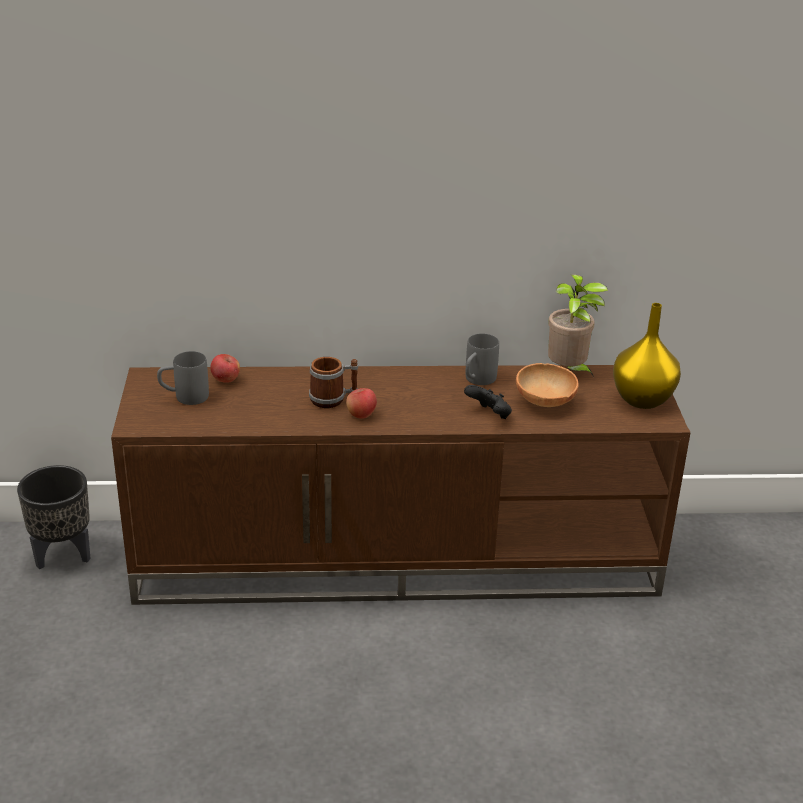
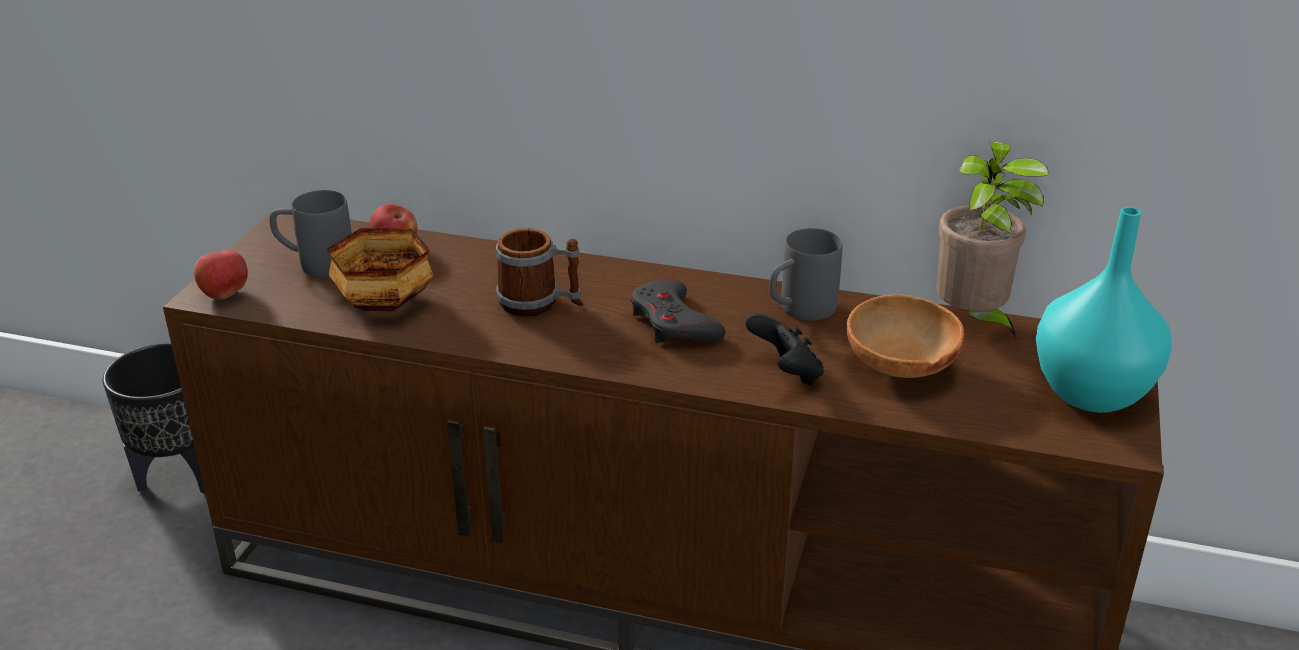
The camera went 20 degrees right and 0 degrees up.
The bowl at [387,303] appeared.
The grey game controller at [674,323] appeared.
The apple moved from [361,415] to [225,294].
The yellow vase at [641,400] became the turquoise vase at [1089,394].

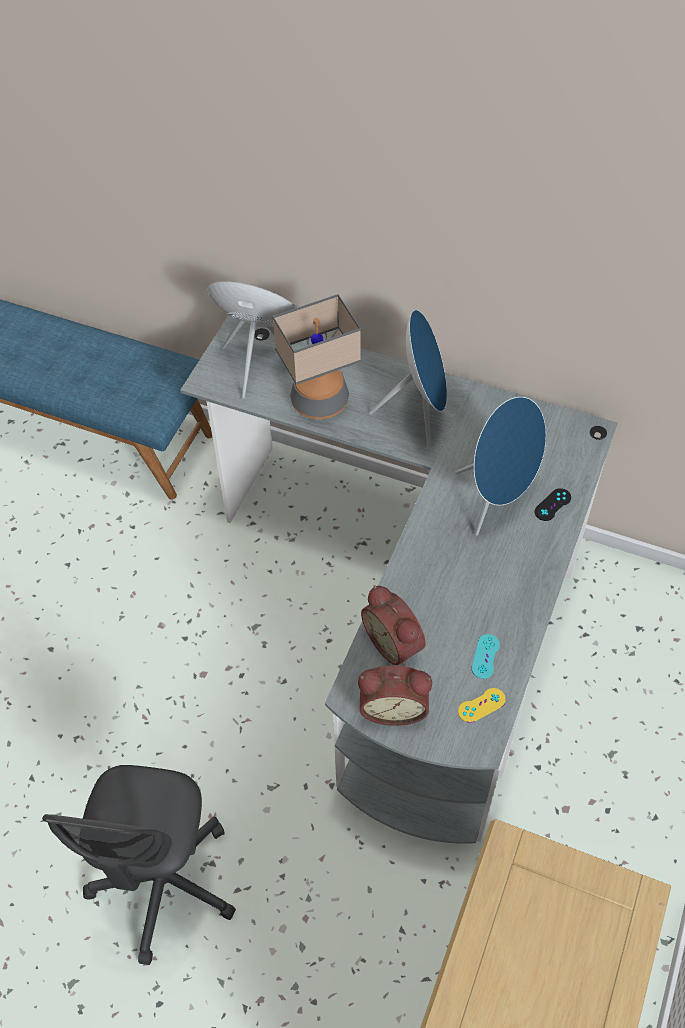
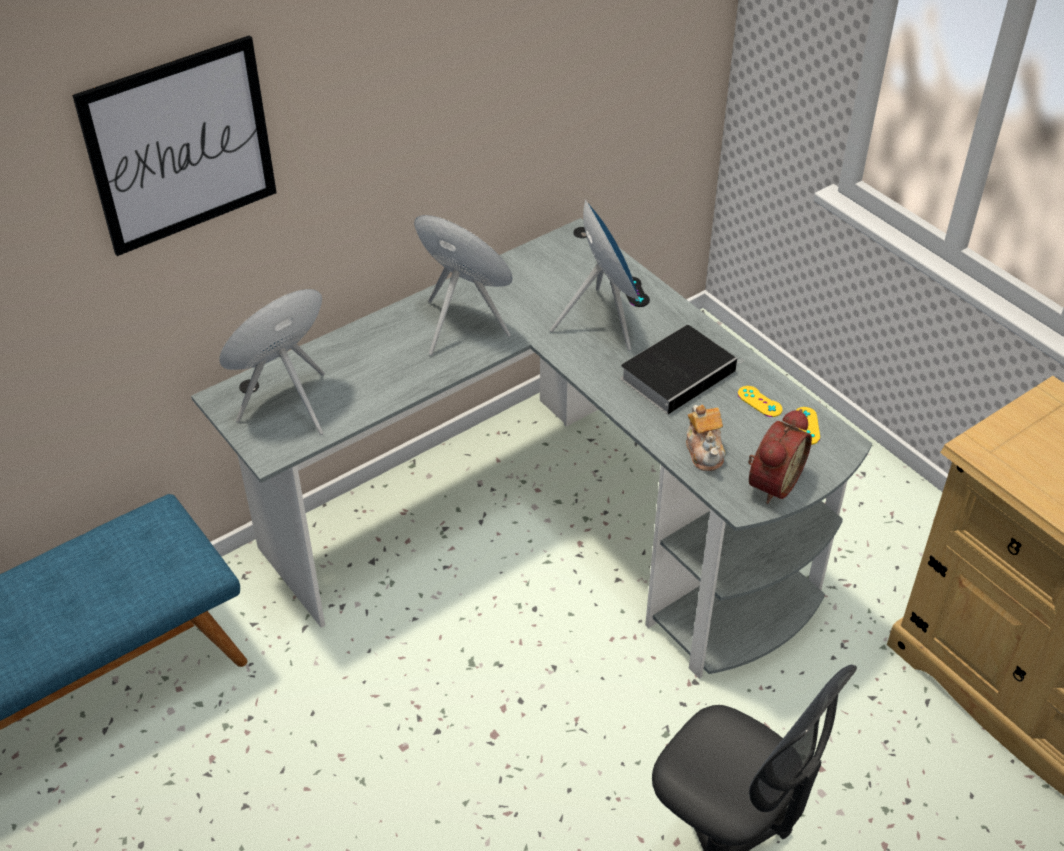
The camera went 60 degrees left and 10 degrees down.
The table lamp at [319,401] disappeared.
The picture at [180,146] appeared.
The book at [679,373] appeared.
The alarm clock at [395,642] was replaced by the teapot at [705,451].
The turquoise game controller at [485,656] became the yellow game controller at [759,401].

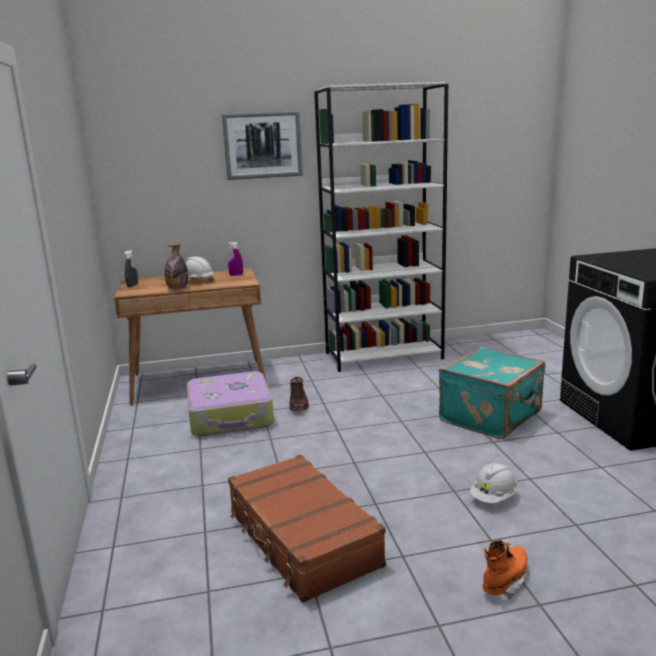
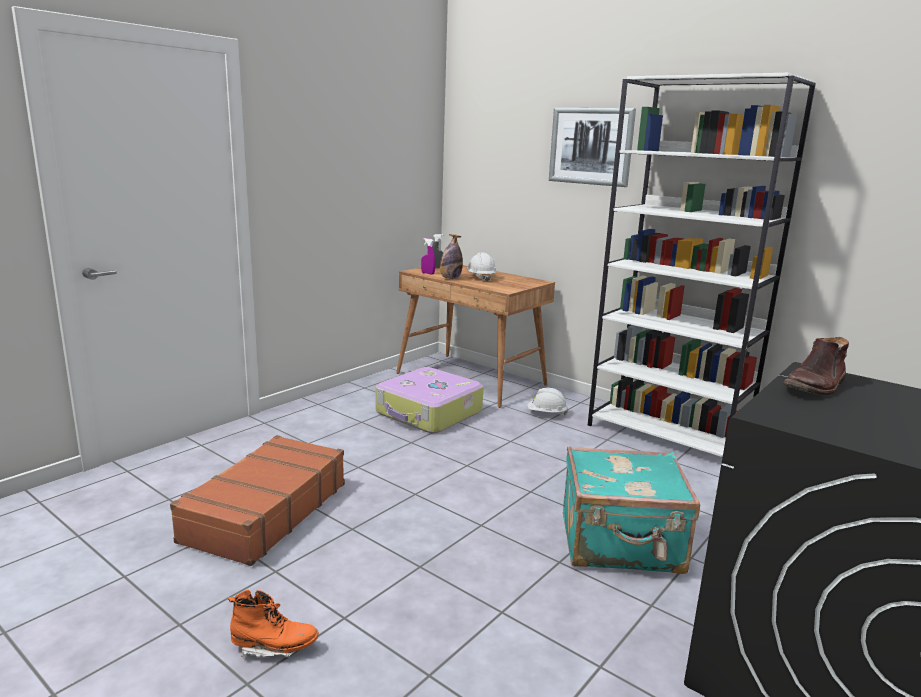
The camera went 50 degrees right and 0 degrees up.
The purple spray bottle moved from [236,275] to [428,273].
The brown boot moved from [298,404] to [815,386].
The white hard hat moved from [494,498] to [546,414].

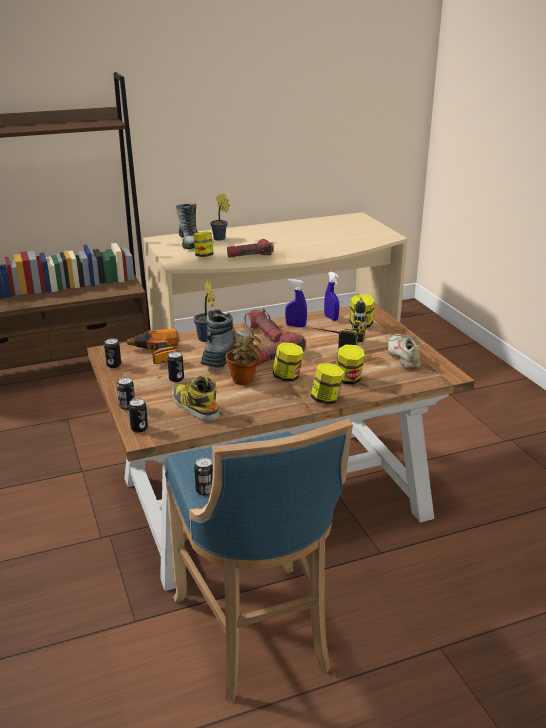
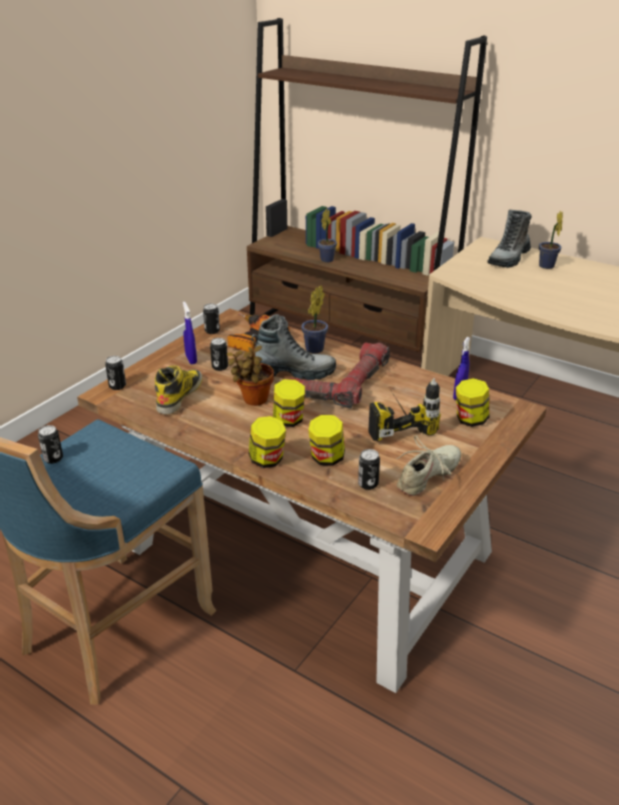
The camera went 55 degrees right and 5 degrees up.
The jar at [204,255] disappeared.
The flashlight at [250,256] disappeared.
The potted plant at [327,259] appeared.
The can moved from [127,406] to [368,484].
The blue spray bottle moved from [295,326] to [191,359].

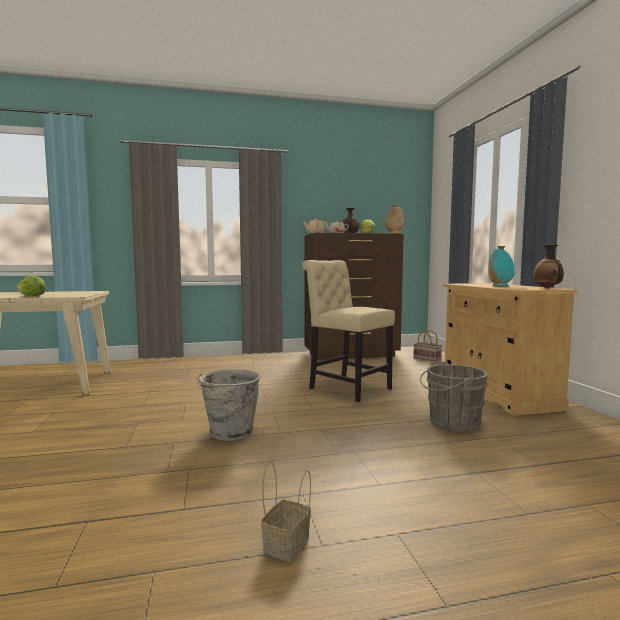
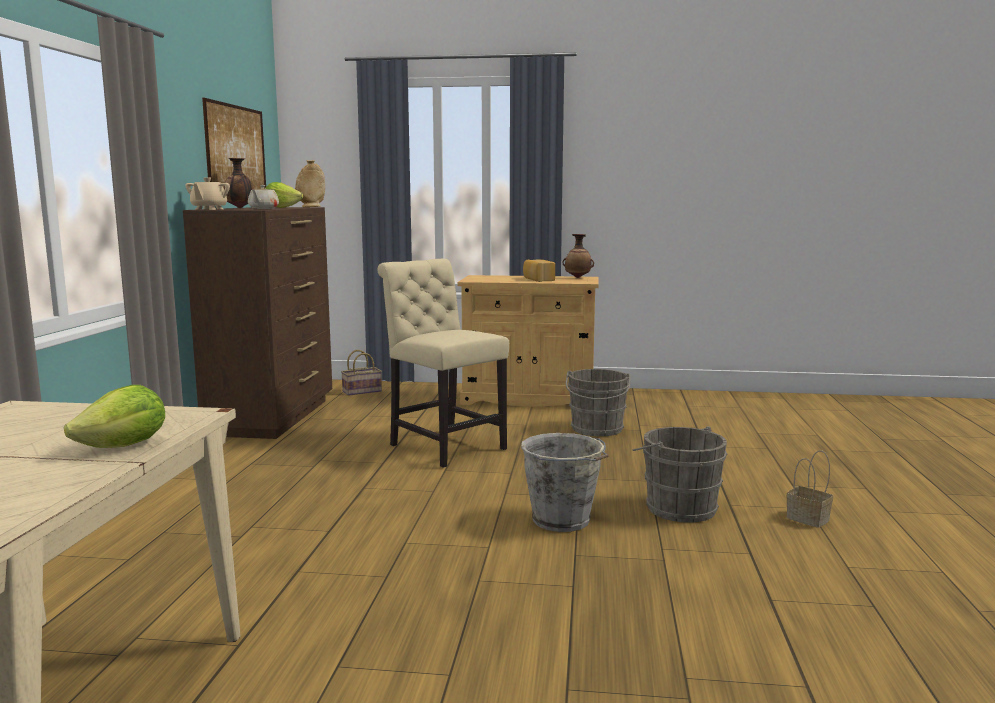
The camera went 70 degrees left and 5 degrees up.
The picture at [236,150] appeared.
The grey bucket at [677,507] appeared.
The turquoise vase at [500,286] was replaced by the bread at [538,280].
The beige chair at [346,388] turned 75 degrees clockwise.

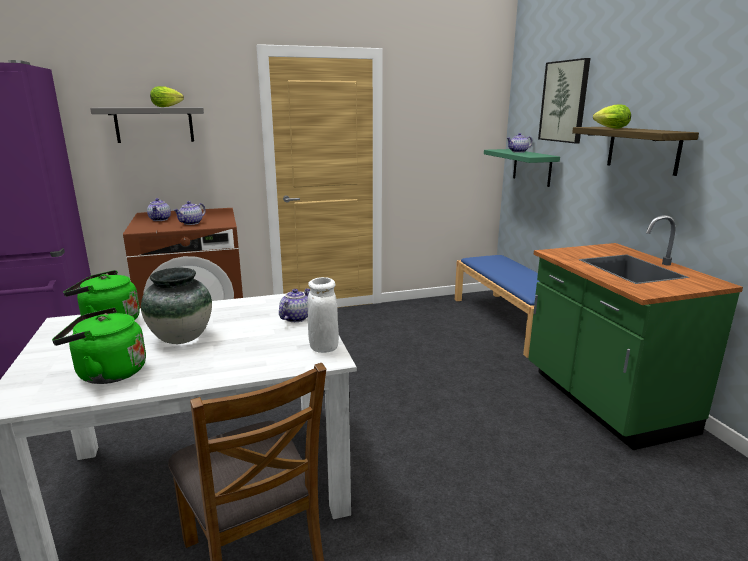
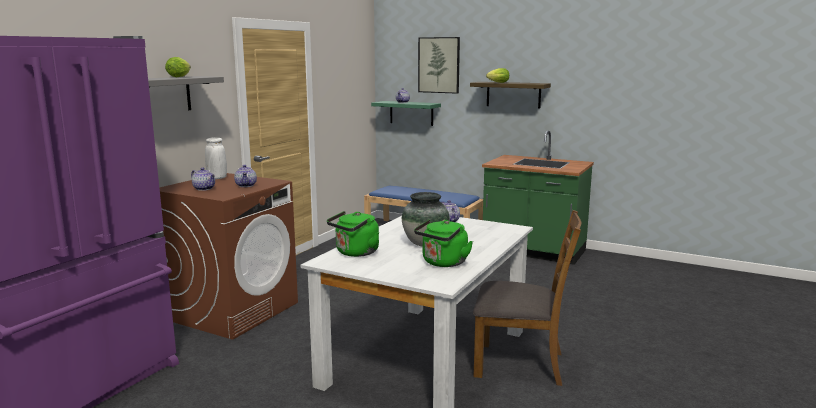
The camera went 45 degrees left and 5 degrees down.
The white vase moved from [324,348] to [217,178].

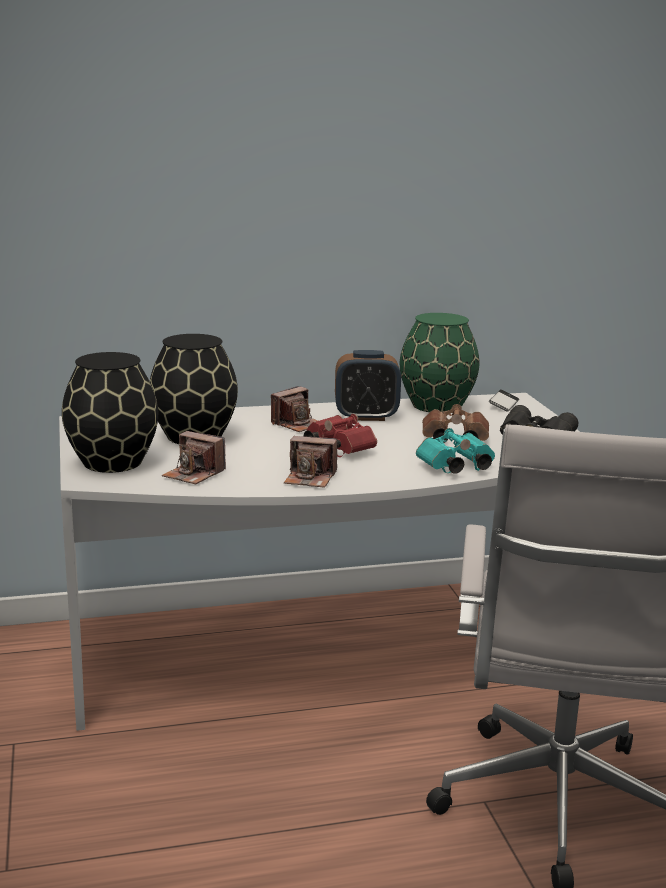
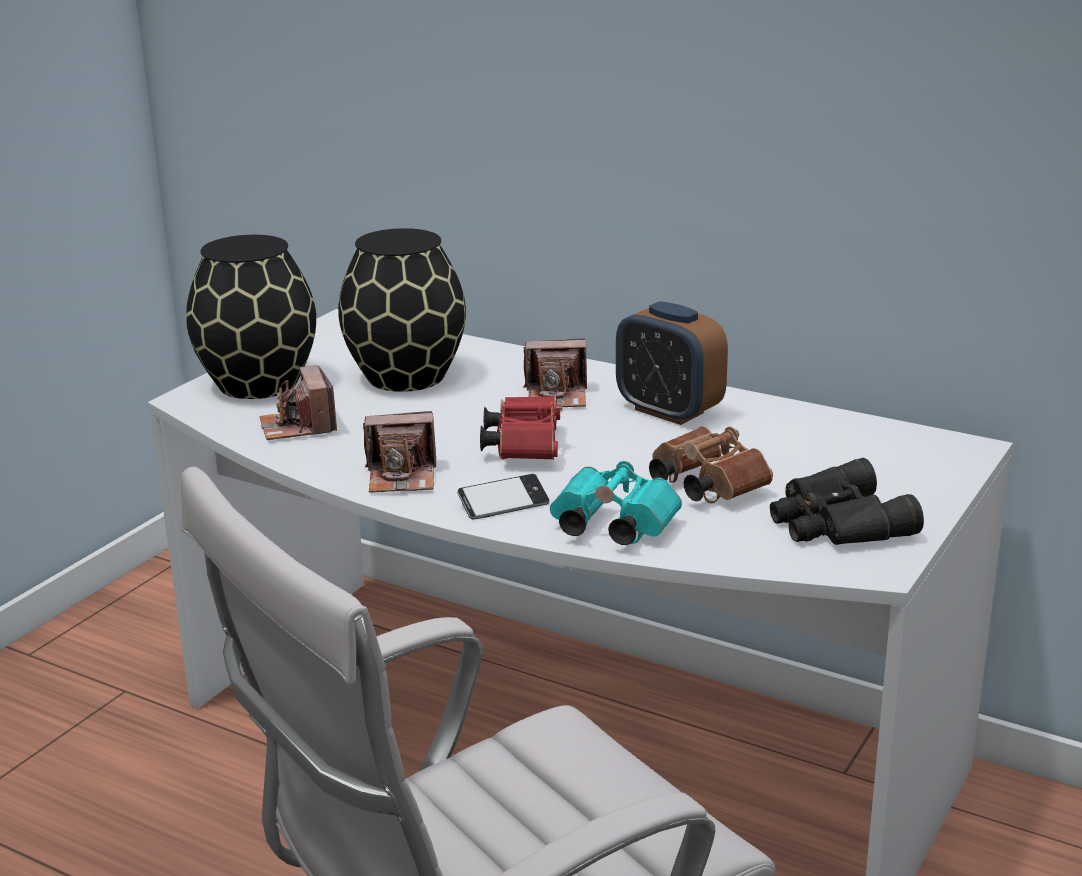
The camera went 45 degrees right and 5 degrees up.
The green vase at [436,405] disappeared.
The phone moved from [503,404] to [503,504].
The photo camera at [310,478] turned 60 degrees counterclockwise.

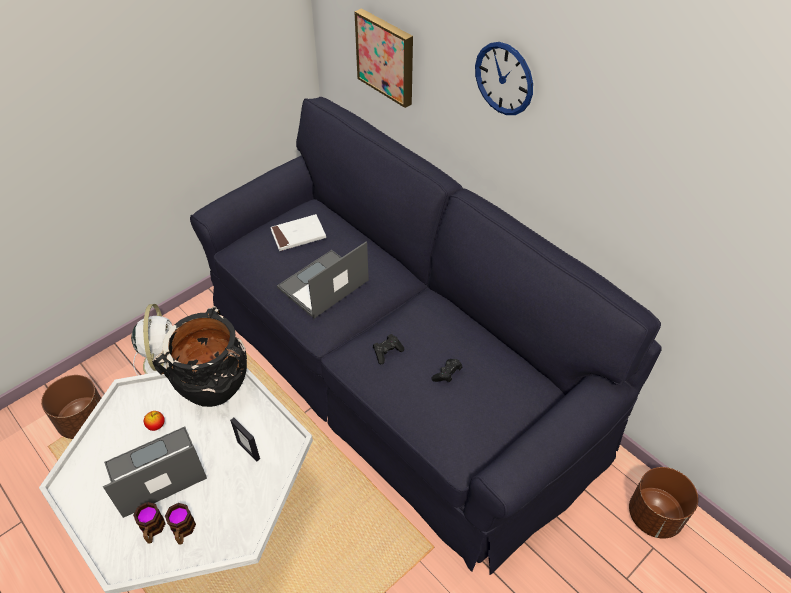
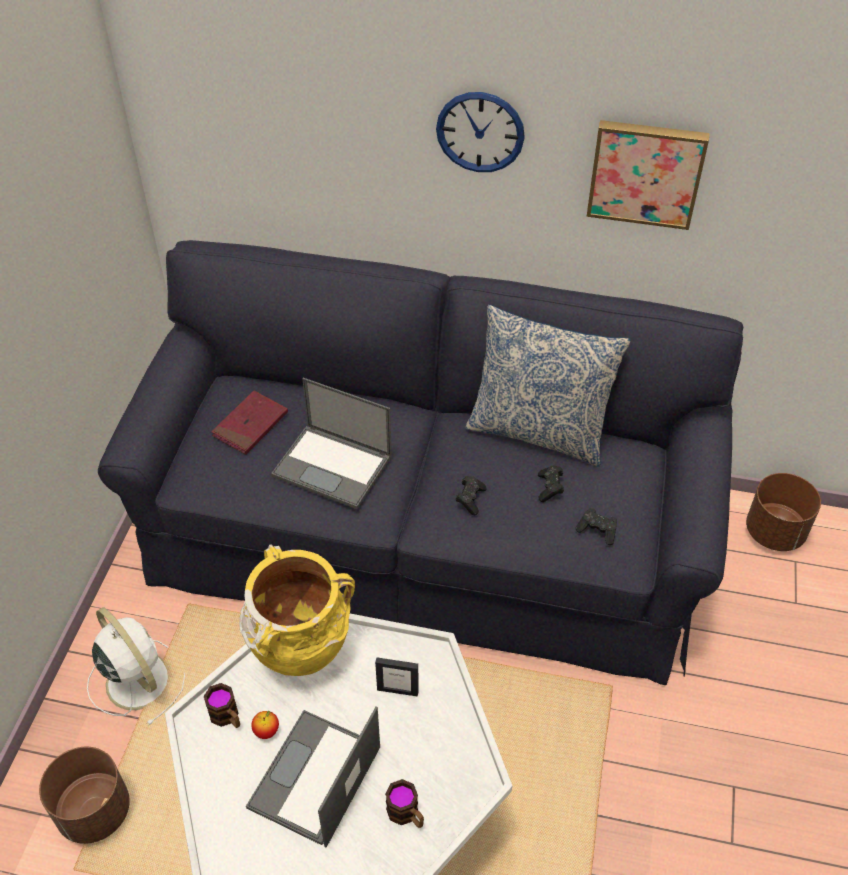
The camera went 35 degrees left and 0 degrees up.
The pillow at [539,431] appeared.
The black game controller at [597,531] appeared.
The mug moved from [152,530] to [227,717].
The picture moved from [387,57] to [646,172].
The black vase at [216,391] became the yellow vase at [301,653].
The white book at [298,235] became the red book at [250,425].
The laptop at [322,285] turned 75 degrees counterclockwise.

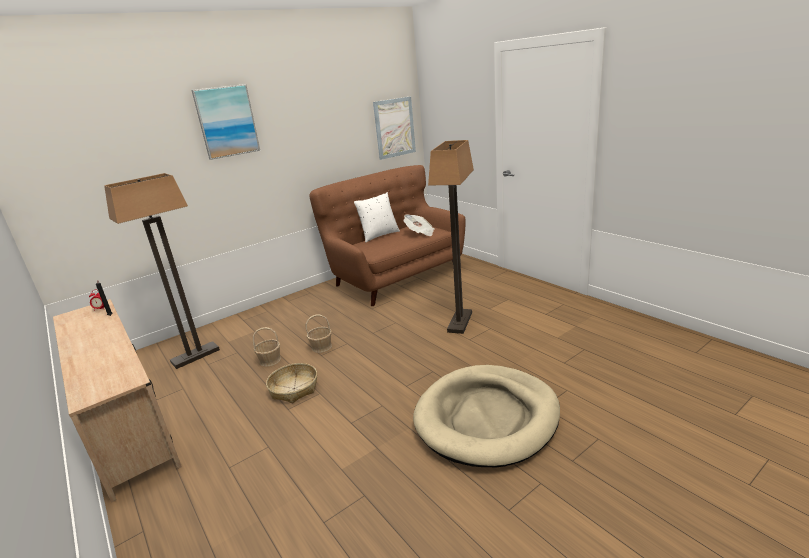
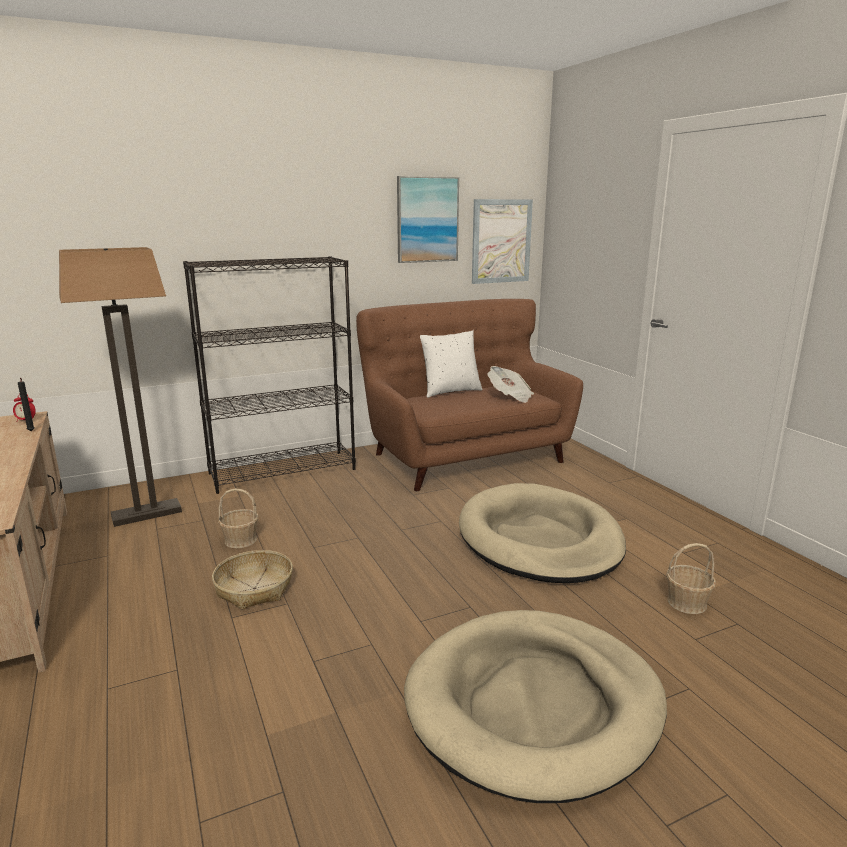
The camera went 10 degrees right and 5 degrees down.
The black bookcase at [283,471] appeared.
The picture moved from [226,121] to [427,219].
The basket moved from [322,347] to [687,603].
The floor lamp at [460,322] was replaced by the beige dog bed at [539,539].

